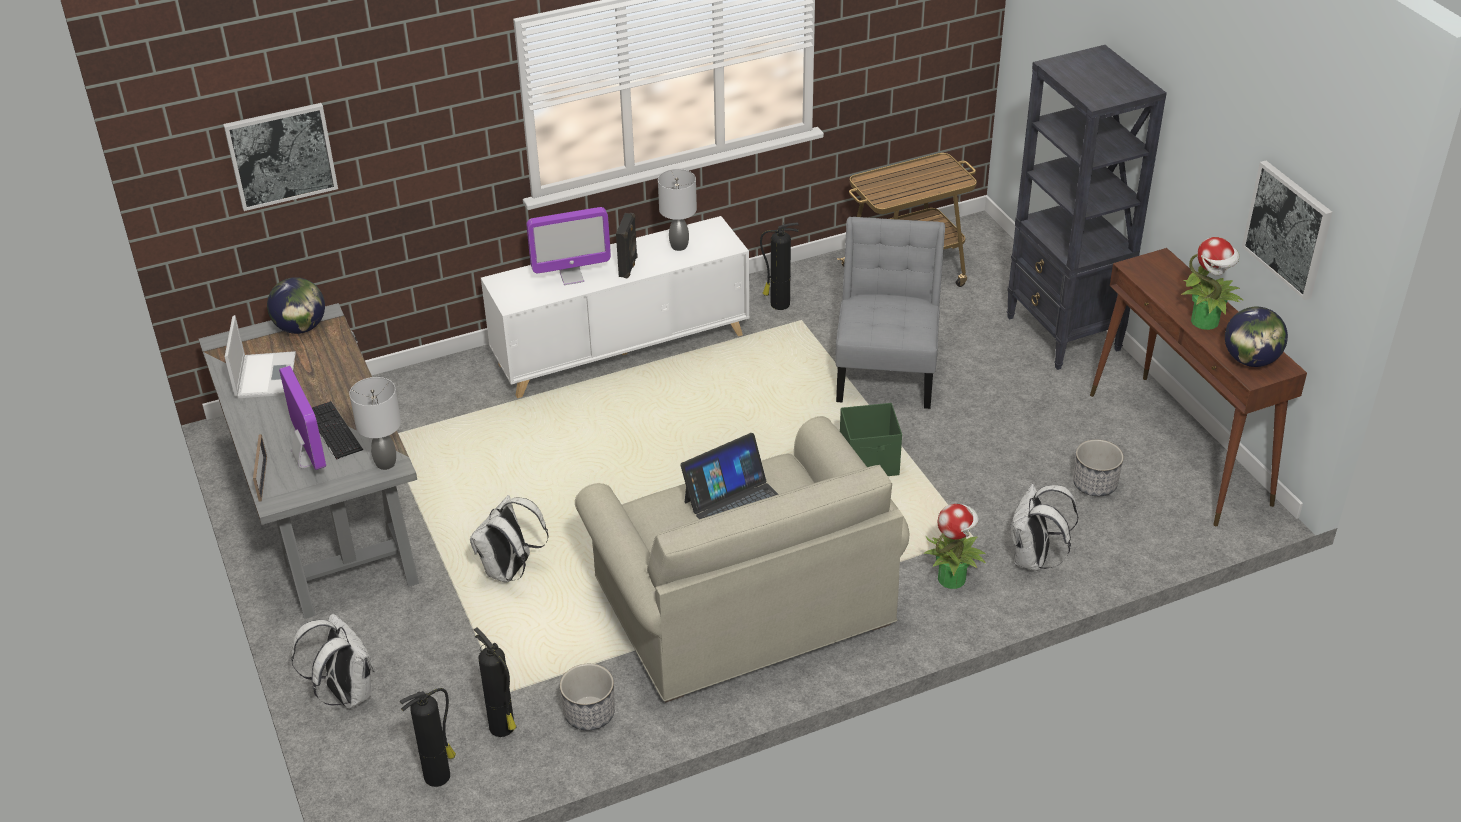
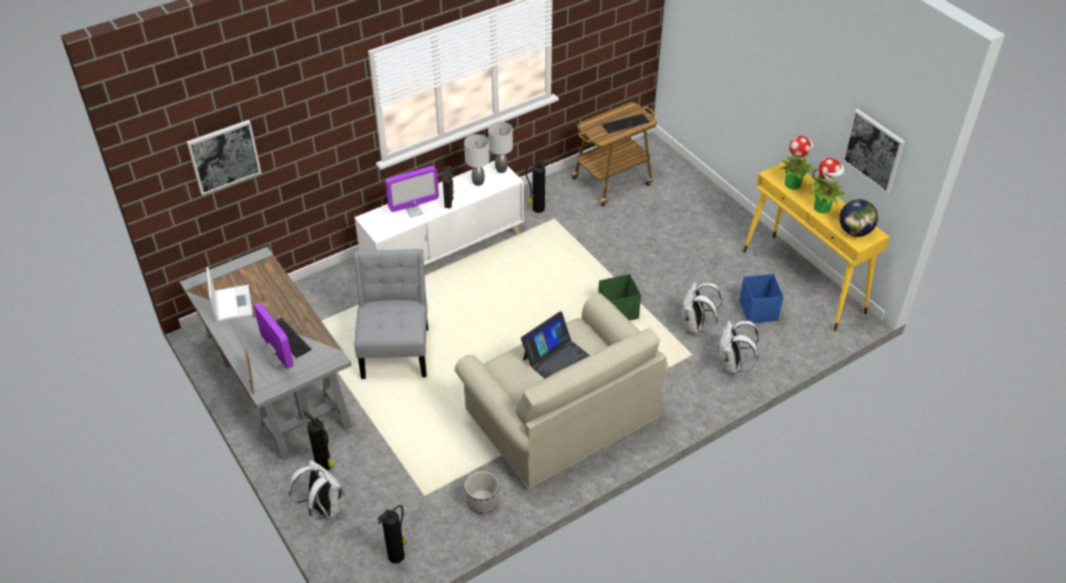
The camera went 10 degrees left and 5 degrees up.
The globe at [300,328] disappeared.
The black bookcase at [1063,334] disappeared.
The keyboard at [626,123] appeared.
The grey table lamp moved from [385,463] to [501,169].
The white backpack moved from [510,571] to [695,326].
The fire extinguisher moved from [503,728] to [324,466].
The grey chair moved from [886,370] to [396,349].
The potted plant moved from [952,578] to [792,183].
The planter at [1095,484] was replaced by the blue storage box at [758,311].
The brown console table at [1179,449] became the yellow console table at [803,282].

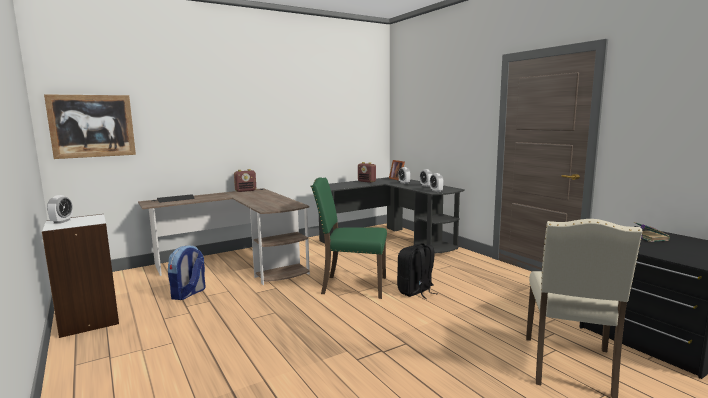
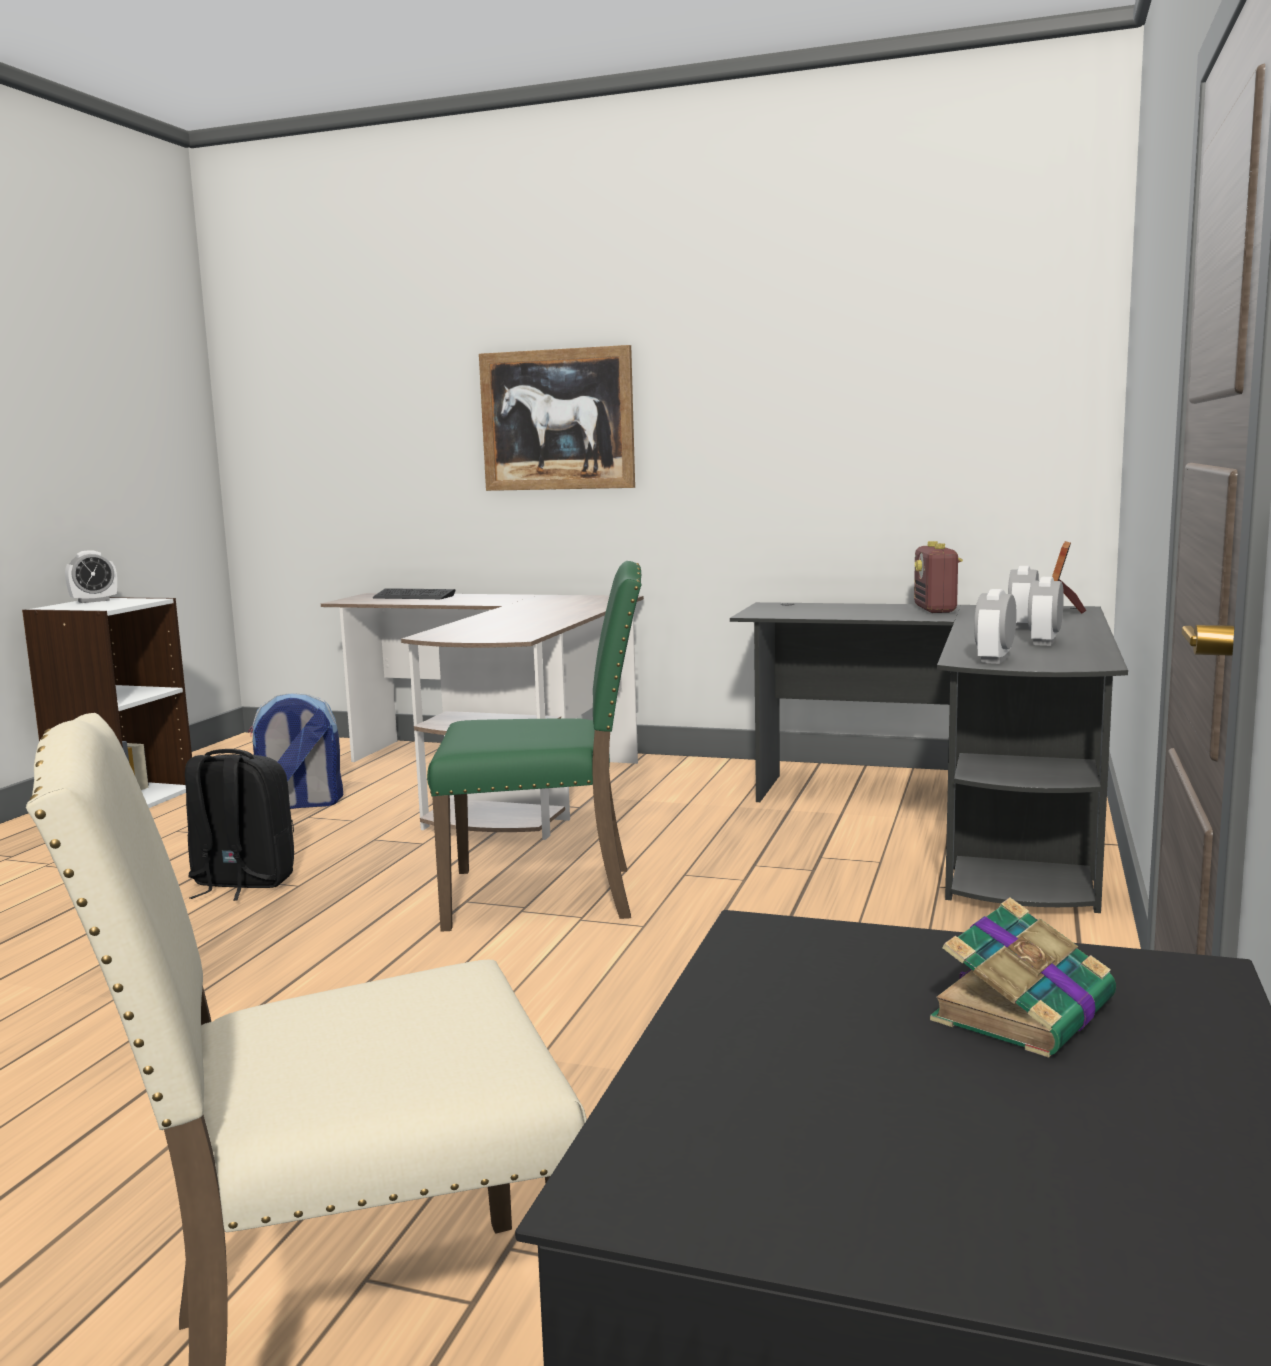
The camera went 50 degrees right and 0 degrees up.
The radio at [246,191] disappeared.
The picture moved from [92,126] to [557,420].
The black backpack moved from [416,292] to [241,883].
The green chair at [352,286] turned 120 degrees clockwise.

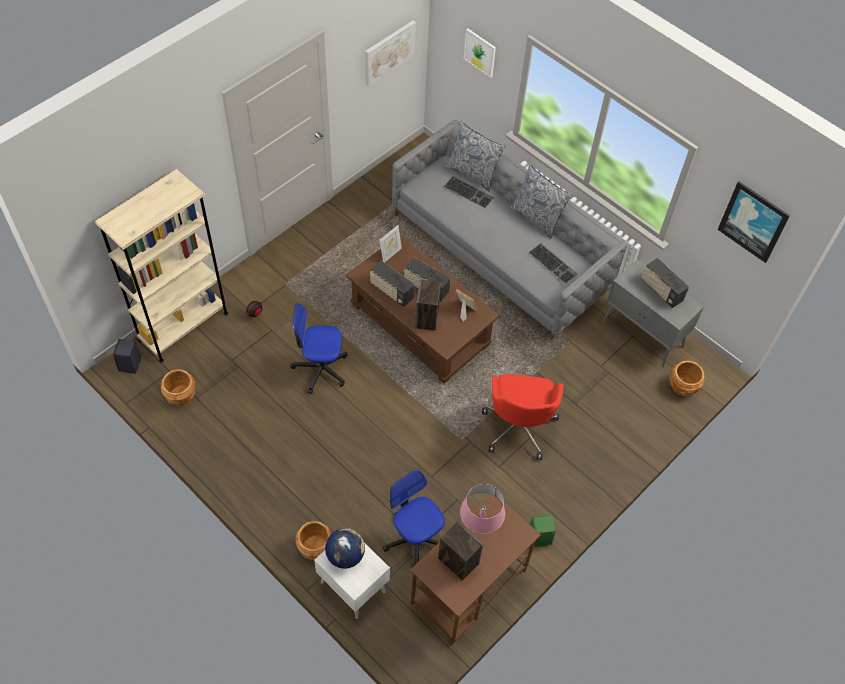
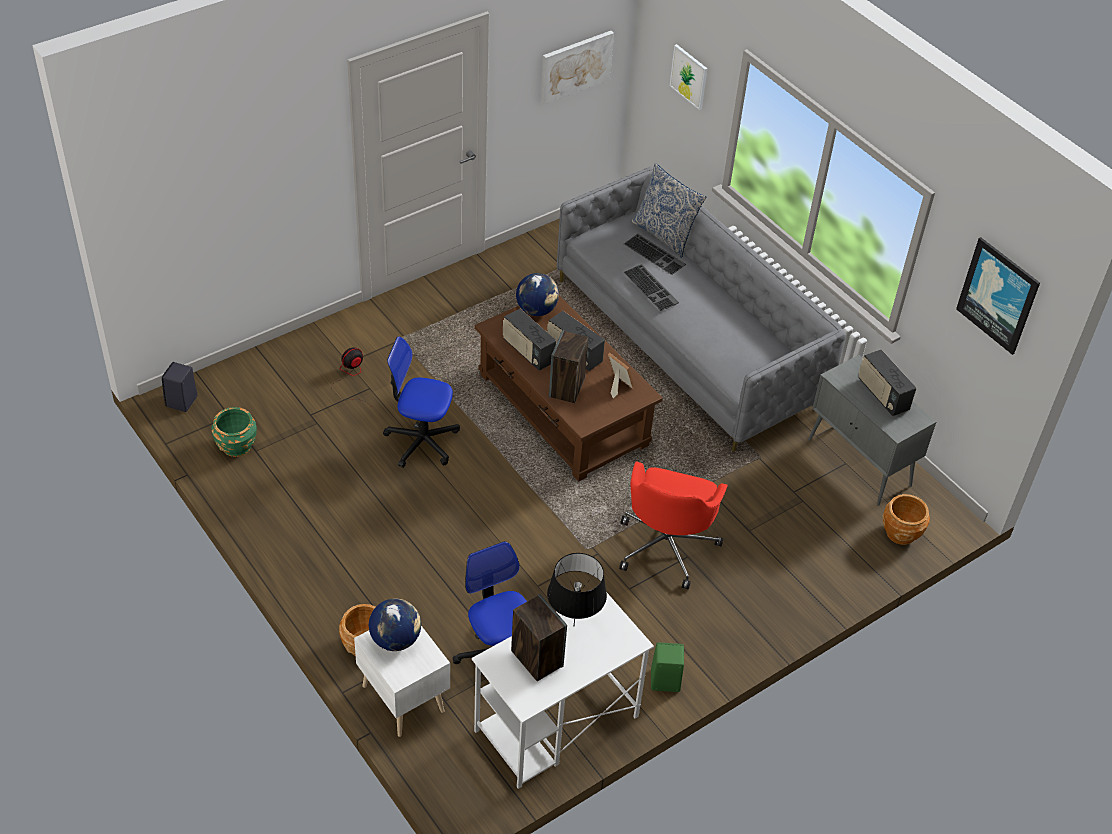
The camera went 10 degrees right and 10 degrees down.
The beige bookcase at [183,326] disappeared.
The pillow at [537,218] disappeared.
The keyboard moved from [553,263] to [652,287].
The picture frame at [390,254] was replaced by the globe at [536,310].
The brown planter at [181,396] became the green planter at [236,445].
The brown desk at [468,587] became the white desk at [555,724].
The pink table lamp at [479,528] became the black table lamp at [573,626].

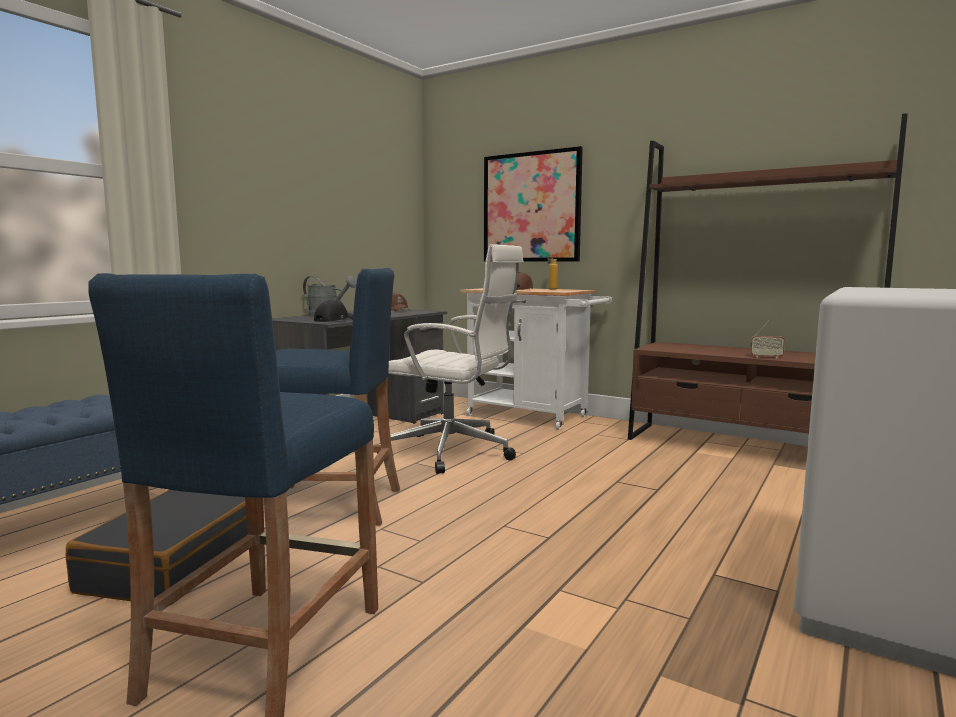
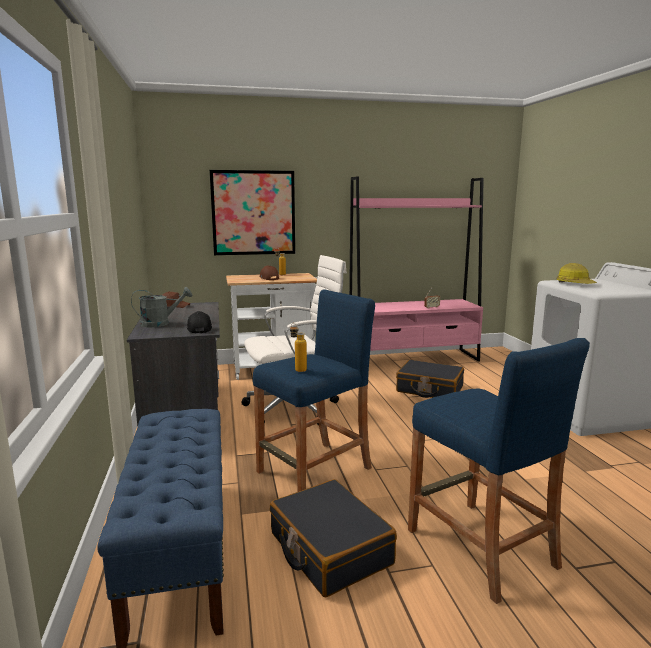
The camera went 45 degrees left and 5 degrees up.
The bottle at [298,369] appeared.
The black suitcase at [429,389] appeared.
The hard hat at [575,284] appeared.
The brown bookcase at [744,448] became the pink bookcase at [414,359].

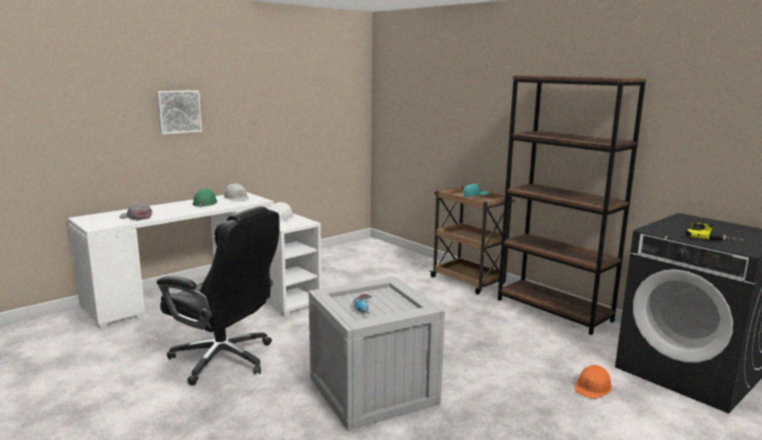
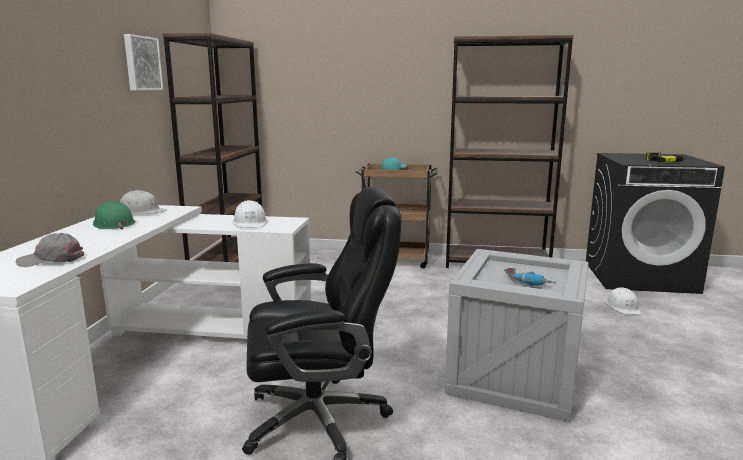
The camera went 40 degrees left and 0 degrees up.
The brown bookcase at [228,261] appeared.
The picture moved from [178,111] to [141,63].
The orange hard hat at [593,387] became the white hard hat at [623,307].

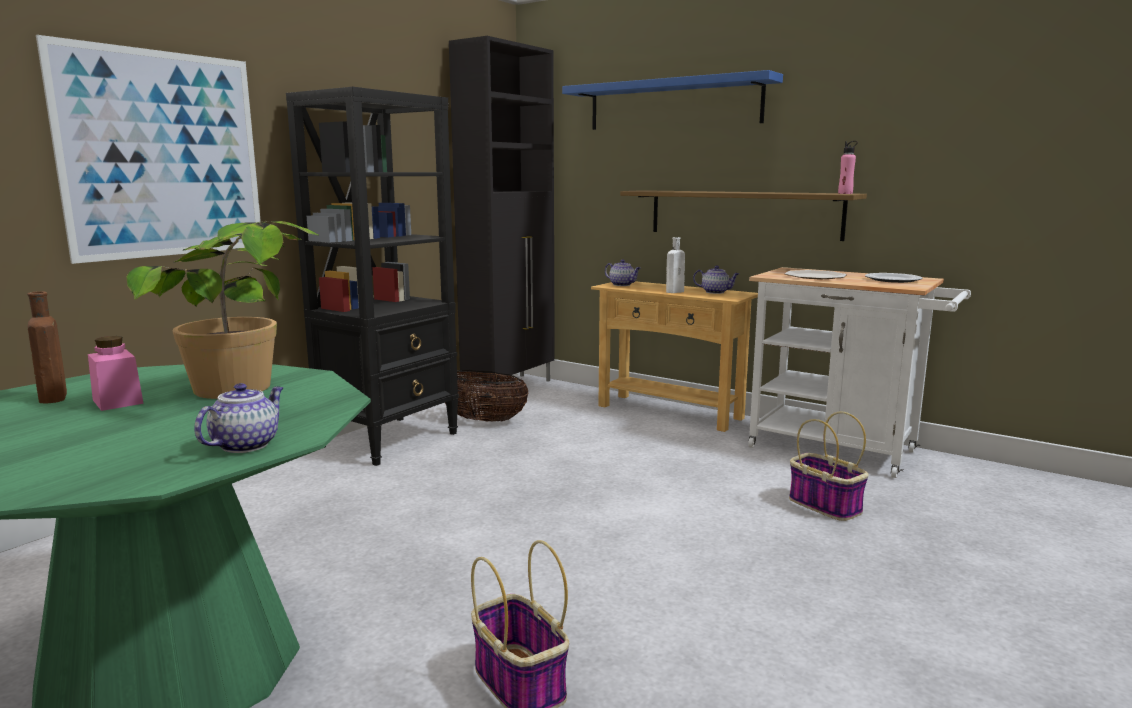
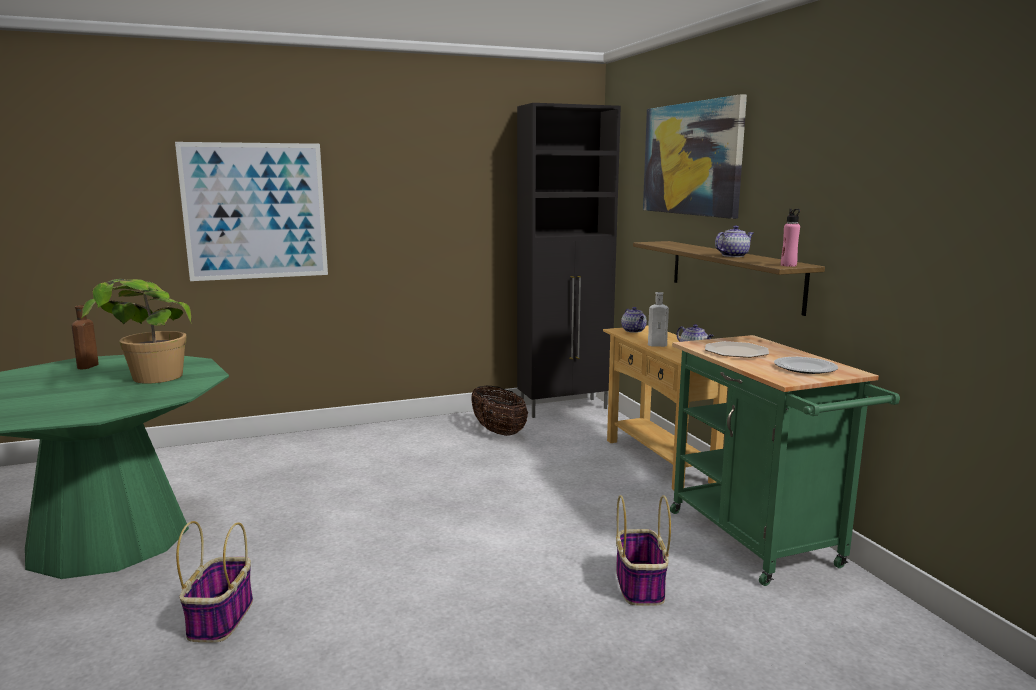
The camera went 35 degrees right and 0 degrees up.
The pink jar at [117,401] disappeared.
The black bookcase at [390,440] disappeared.
The teapot moved from [246,445] to [733,256].
The blue shelf at [673,104] was replaced by the picture at [691,159].
The white cart at [843,451] became the green cart at [760,543].

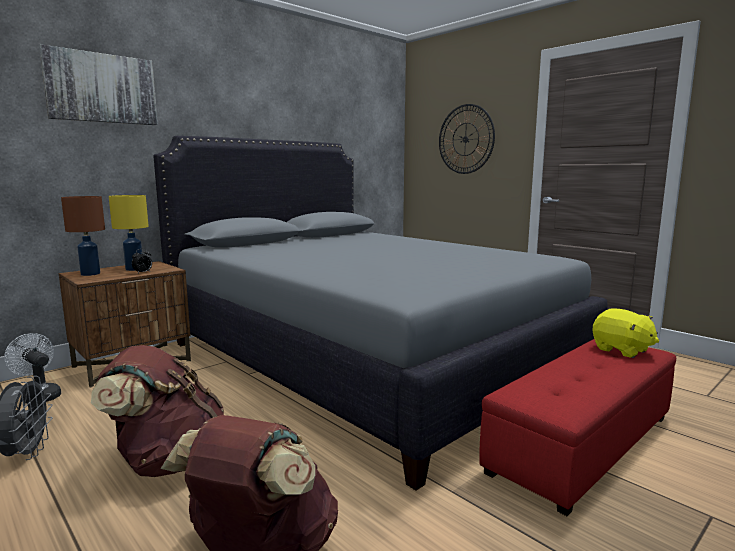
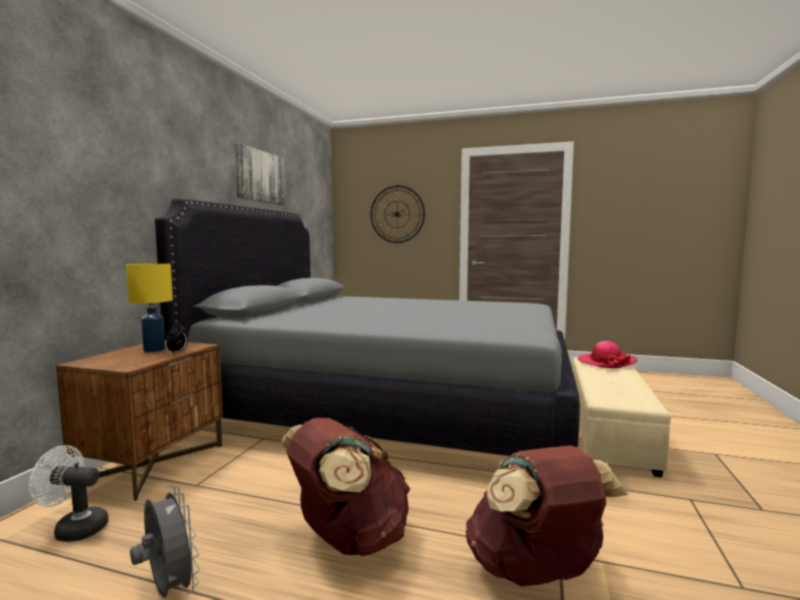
The camera went 30 degrees left and 5 degrees down.
The brown table lamp at [90,274] disappeared.
The picture moved from [102,88] to [259,176].
The yellow plush toy at [621,350] was replaced by the hat at [606,362].
The red ottoman at [581,443] became the beige ottoman at [608,432].

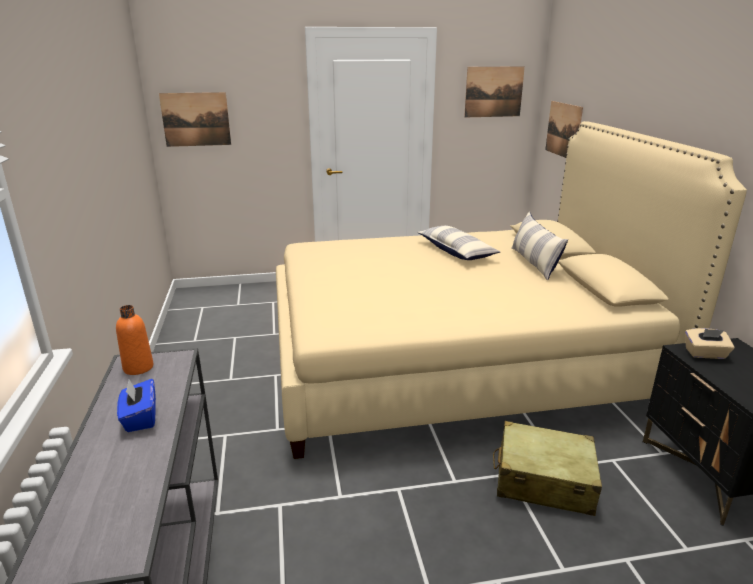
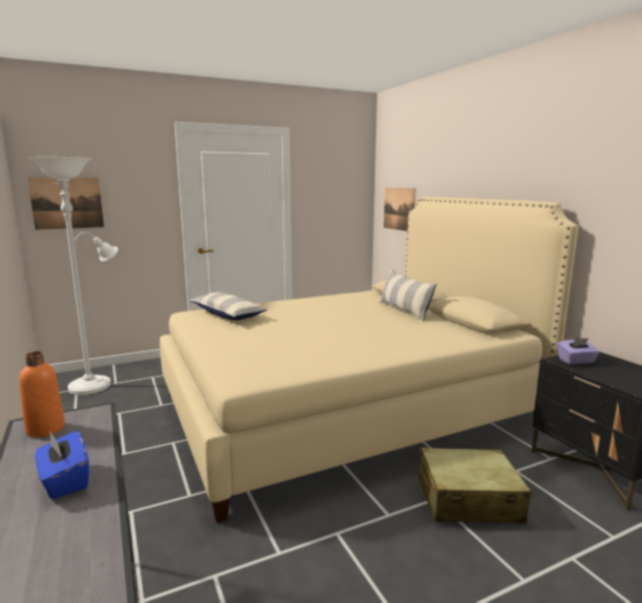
The camera went 15 degrees left and 10 degrees down.
The picture at [494,92] disappeared.
The white floor lamp at [94,384] appeared.
The pillow moved from [456,251] to [228,314].
The beige tissue box at [705,354] became the purple tissue box at [576,361].

